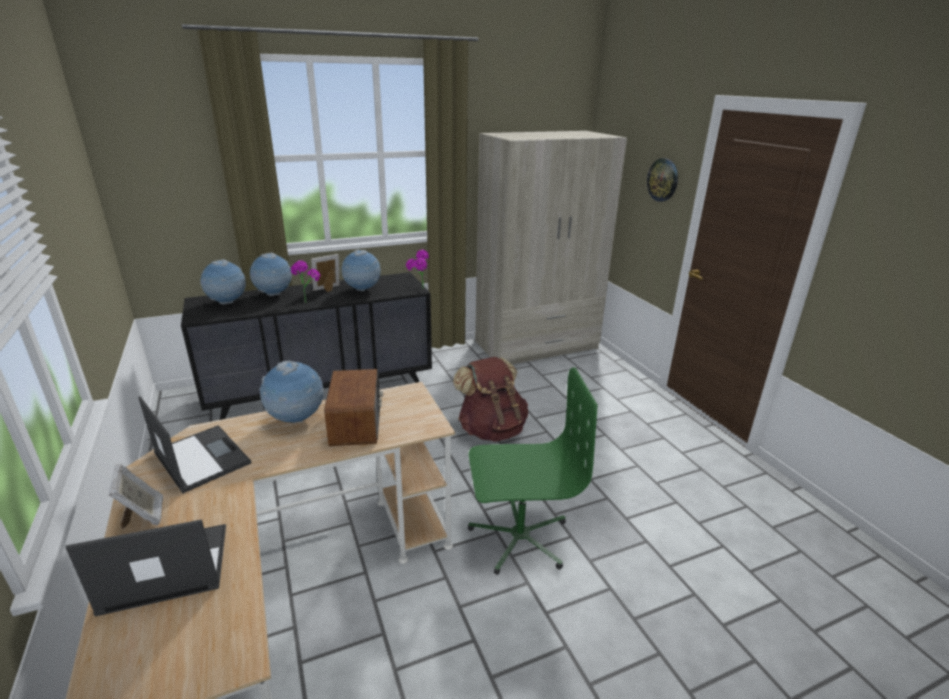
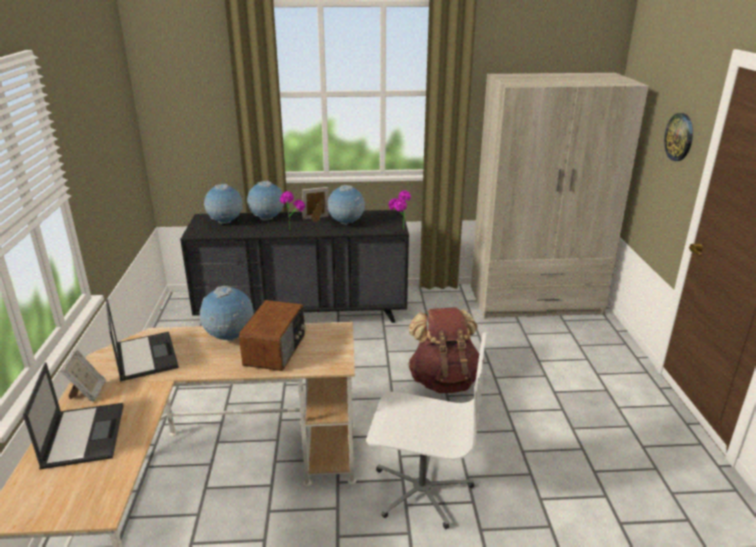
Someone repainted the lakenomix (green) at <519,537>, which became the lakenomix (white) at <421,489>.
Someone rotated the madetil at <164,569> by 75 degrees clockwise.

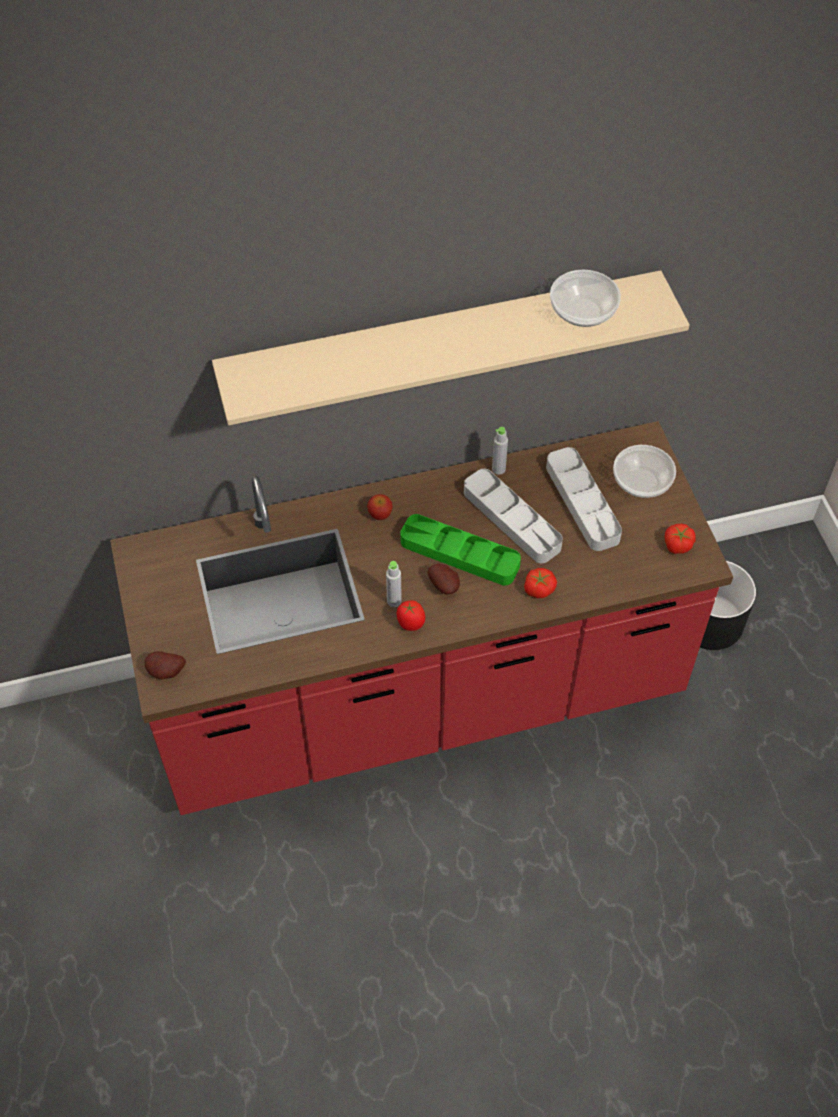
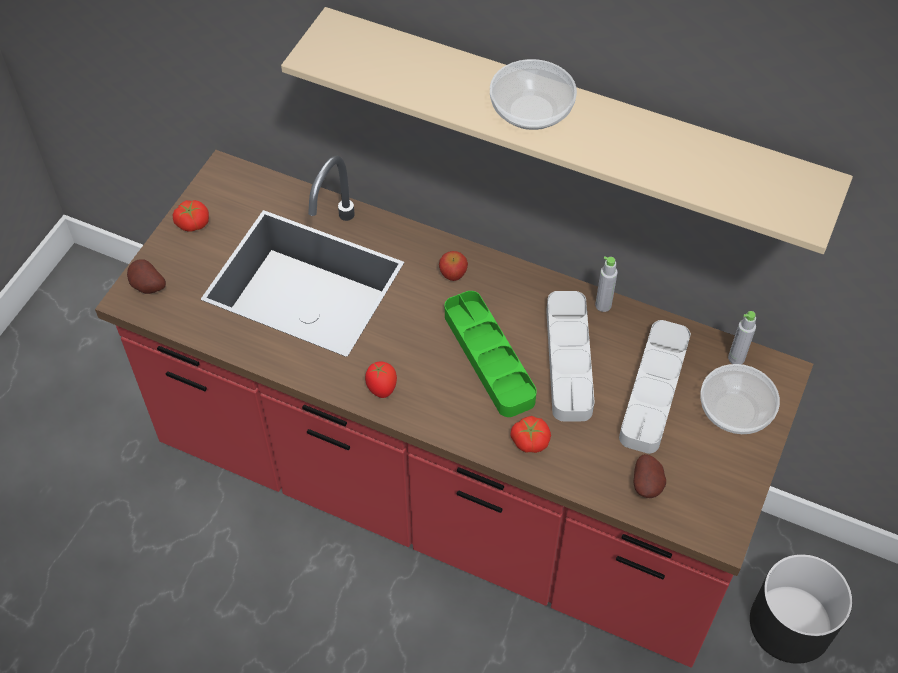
Someone carried the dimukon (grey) from <394,601> to <736,358>.
Someone carried the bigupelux from <445,586> to <648,485>.
Someone carried the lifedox from <583,311> to <532,111>.
Someone carried the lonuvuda from <677,544> to <192,222>.

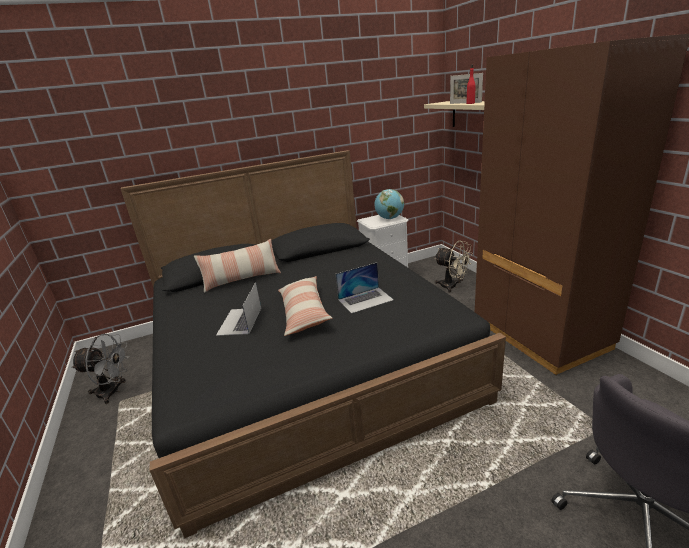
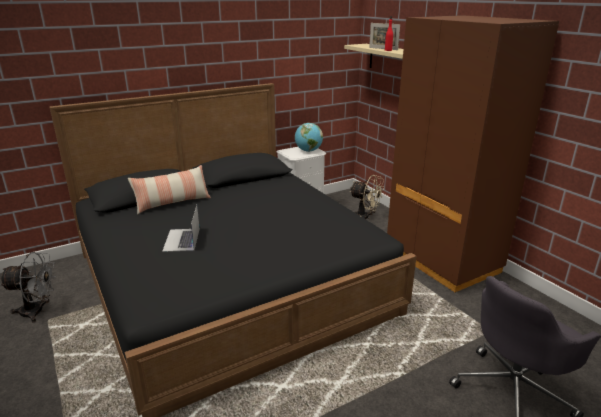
Someone took away the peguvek at <303,312>.
Someone took away the madetil at <365,300>.

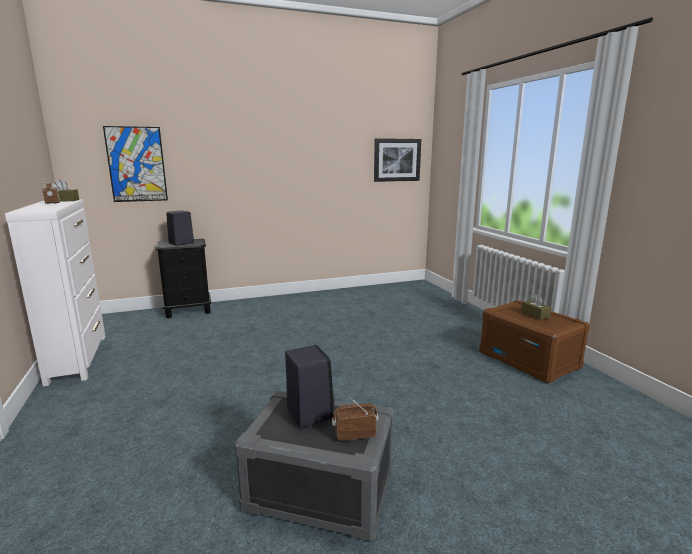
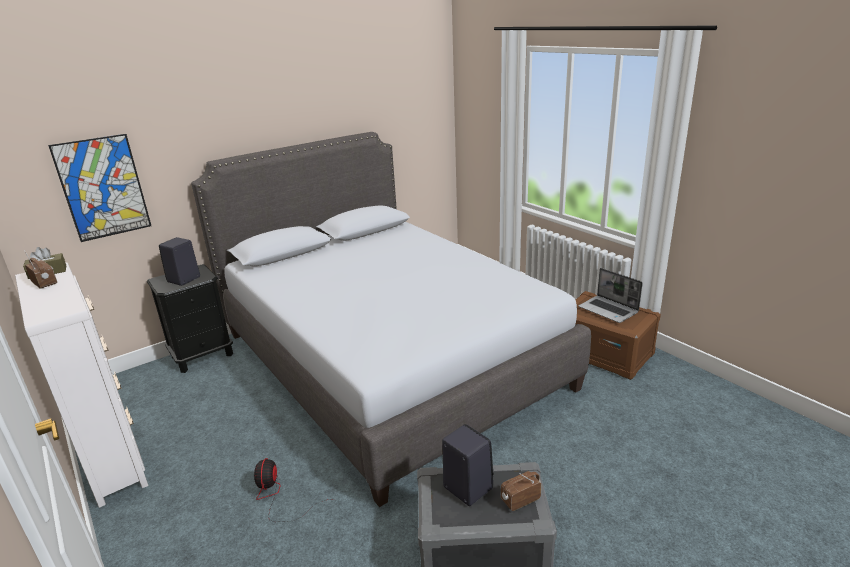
Someone took away the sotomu at <397,160>.
Someone put down the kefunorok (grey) at <388,360>.
Someone put down the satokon at <278,497>.
Someone swapped the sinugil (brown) at <535,314> for the madetil at <609,310>.

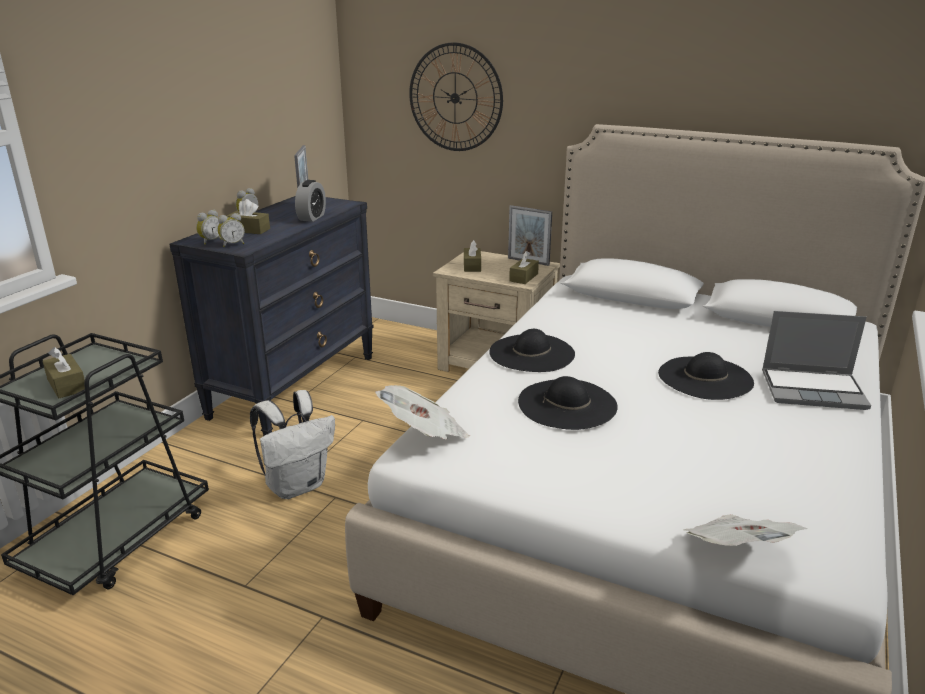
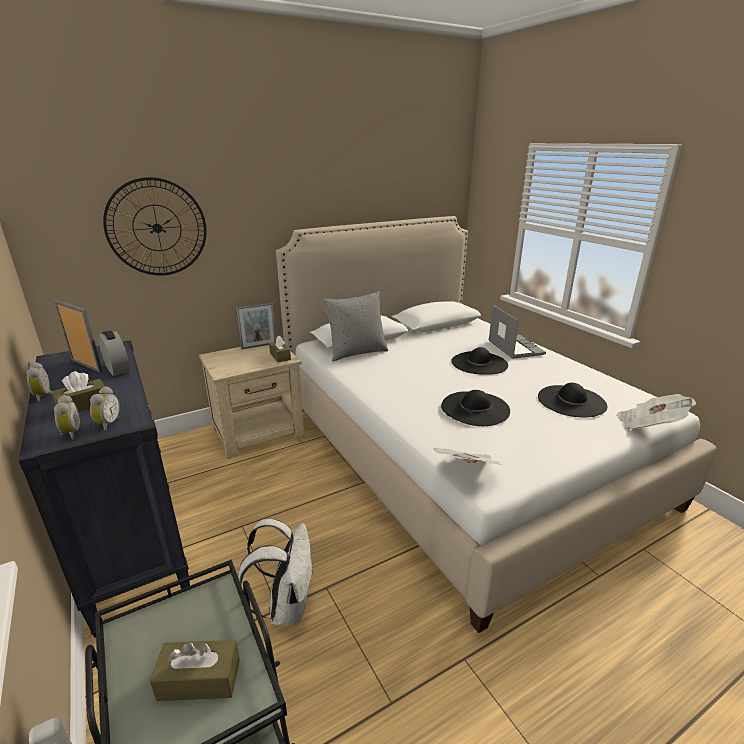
Someone took away the sinugil (brown) at <472,266>.
Someone put down the peguvek (grey) at <356,352>.
Someone carried the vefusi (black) from <532,353> to <571,401>.
Someone rotated the madetil at <813,390> by 60 degrees counterclockwise.

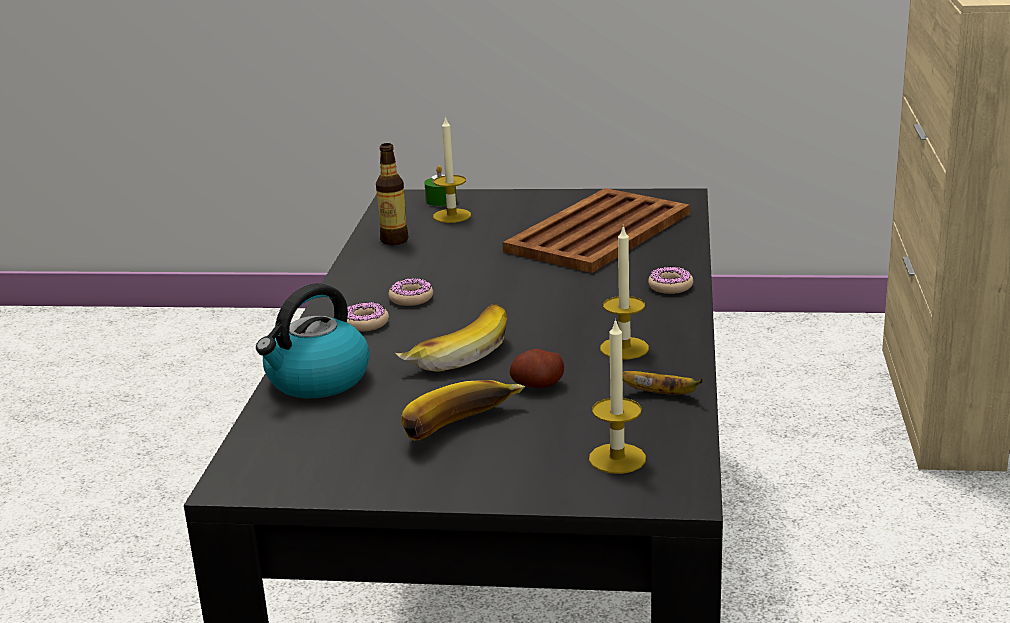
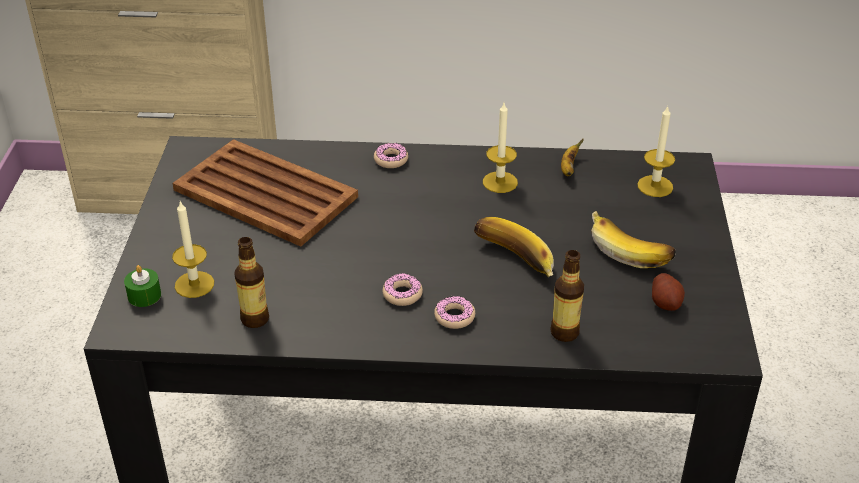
Someone carried the bigupelux from <538,385> to <666,302>.
Someone swapped the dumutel at <317,380> for the dimukon at <564,332>.

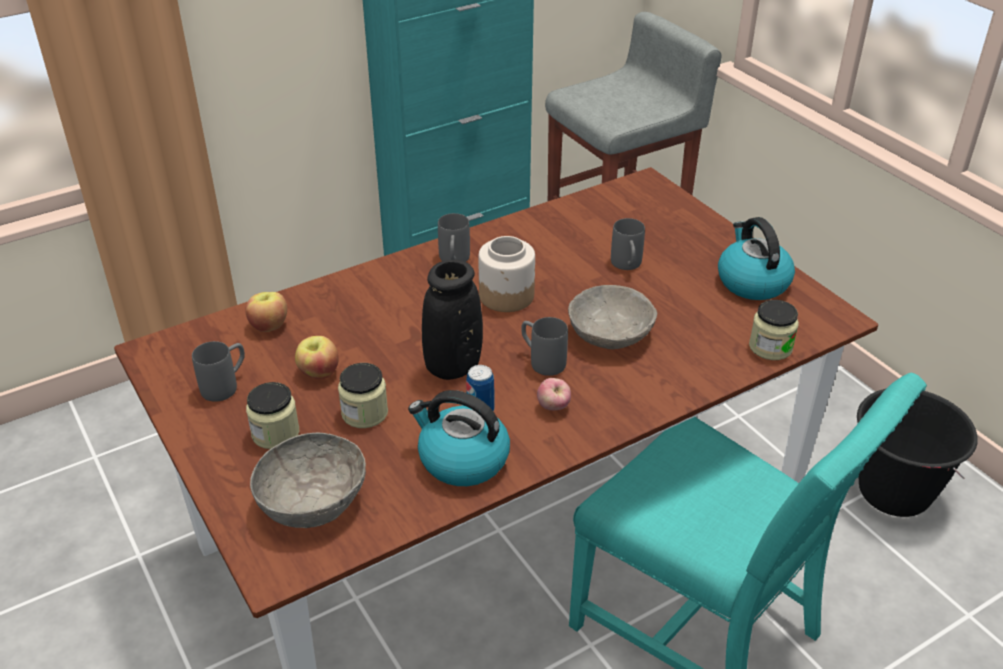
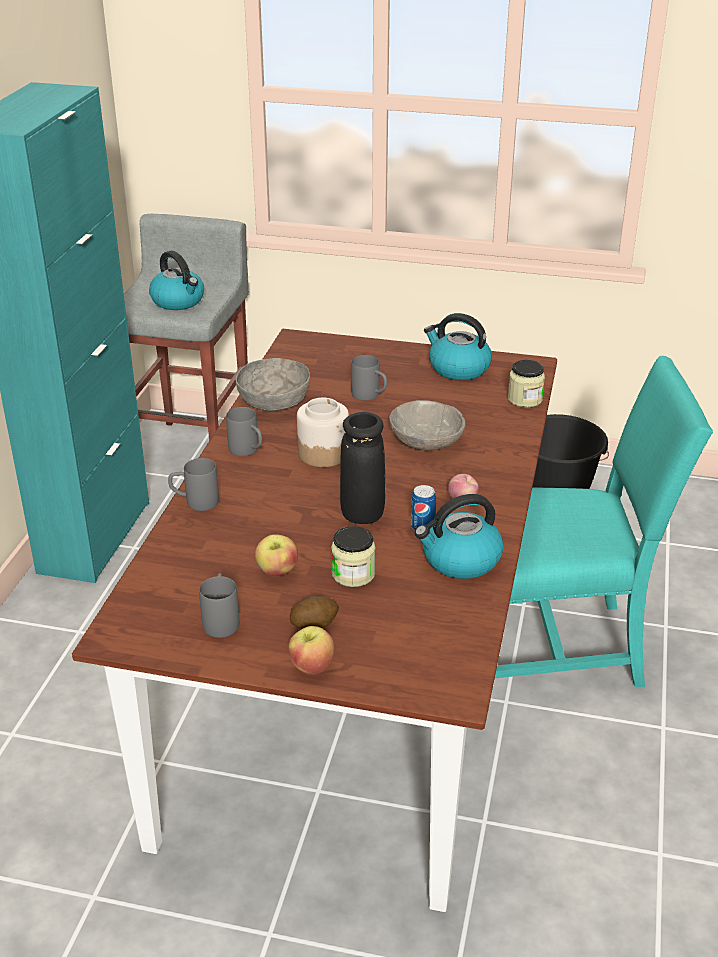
Someone put down the dumutel at <178,301>.
Someone carried the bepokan from <269,325> to <311,666>.
Someone carried the lifedox (grey) from <313,501> to <274,402>.
Someone carried the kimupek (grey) from <541,361> to <195,502>.
Someone swapped the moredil at <275,433> for the bigupelux at <314,623>.

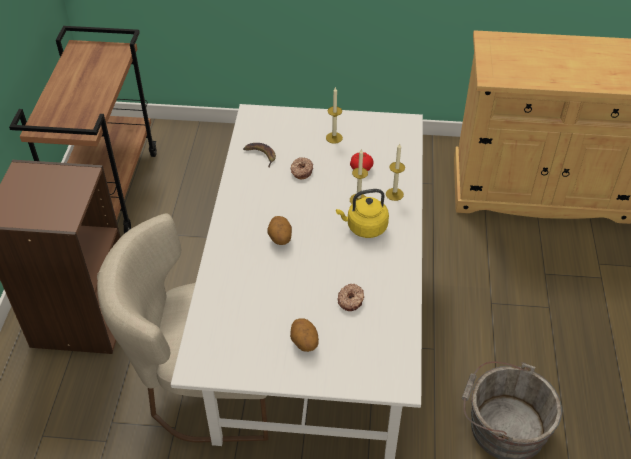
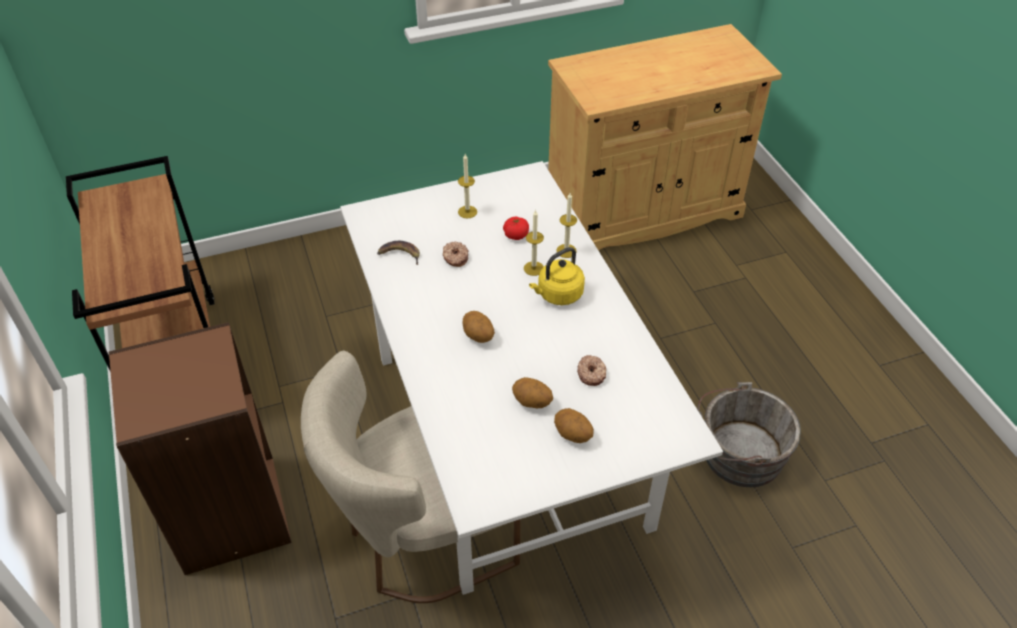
Someone put down the bigupelux at <531,402>.

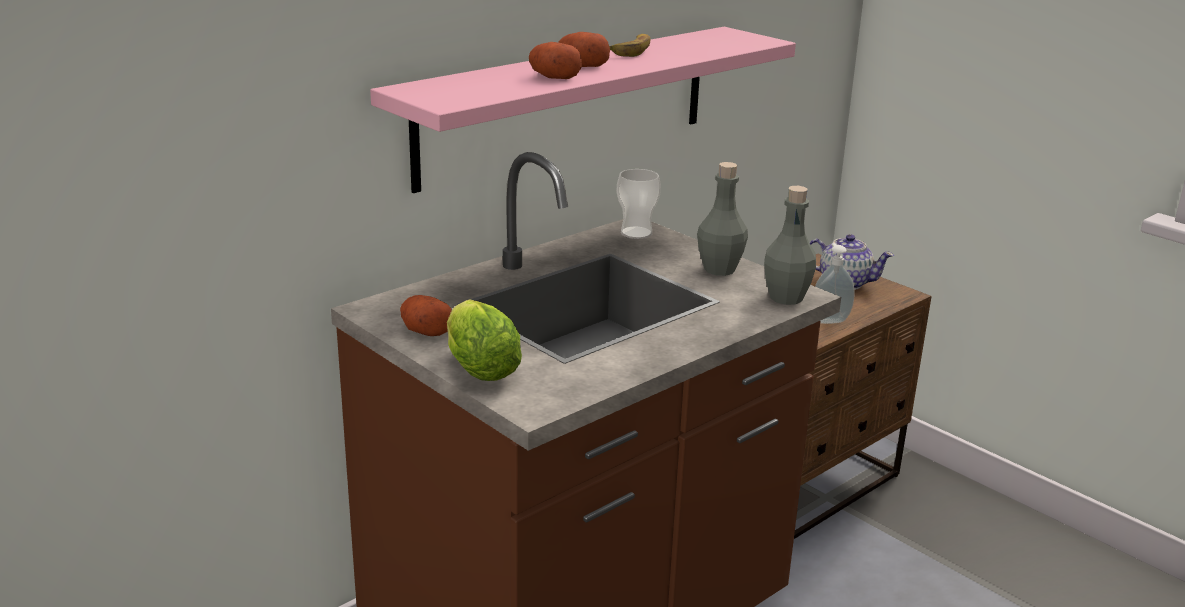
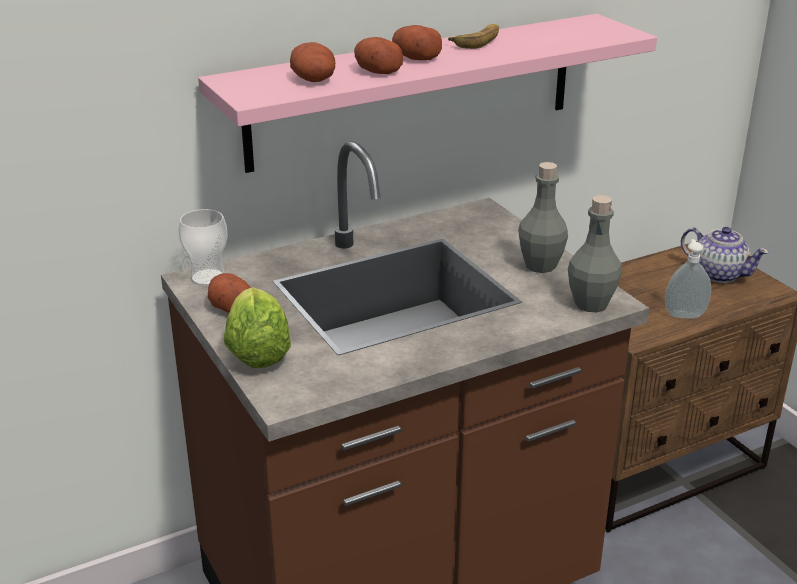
Someone put down the bigupelux at <314,80>.
Someone carried the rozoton from <636,233> to <207,278>.

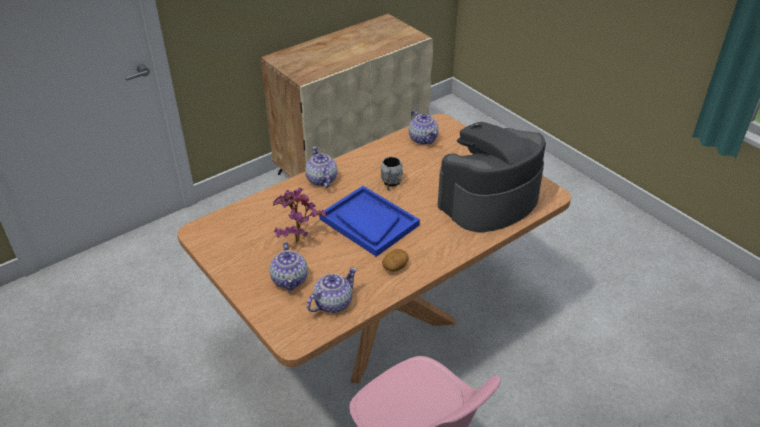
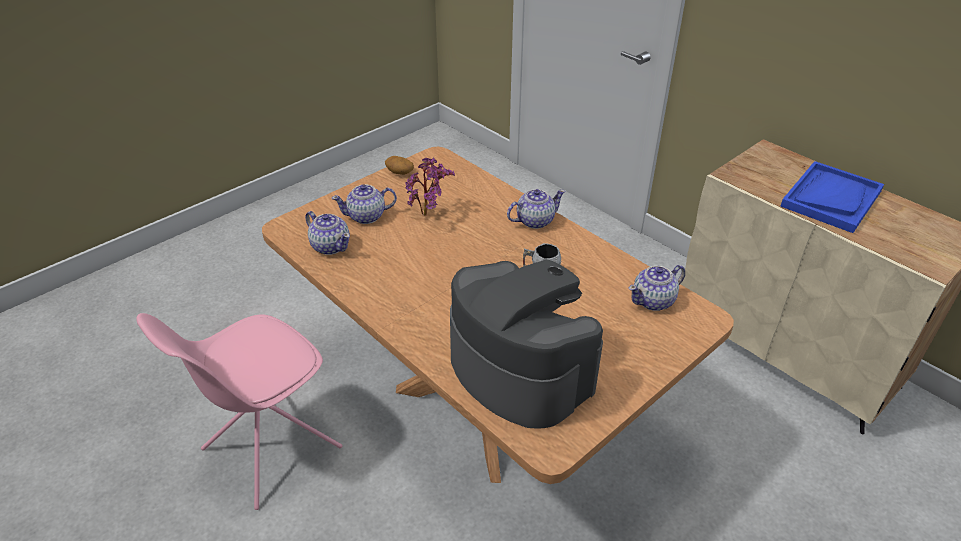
Someone carried the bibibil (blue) from <368,222> to <831,198>.
Someone carried the bigupelux from <395,266> to <399,172>.

